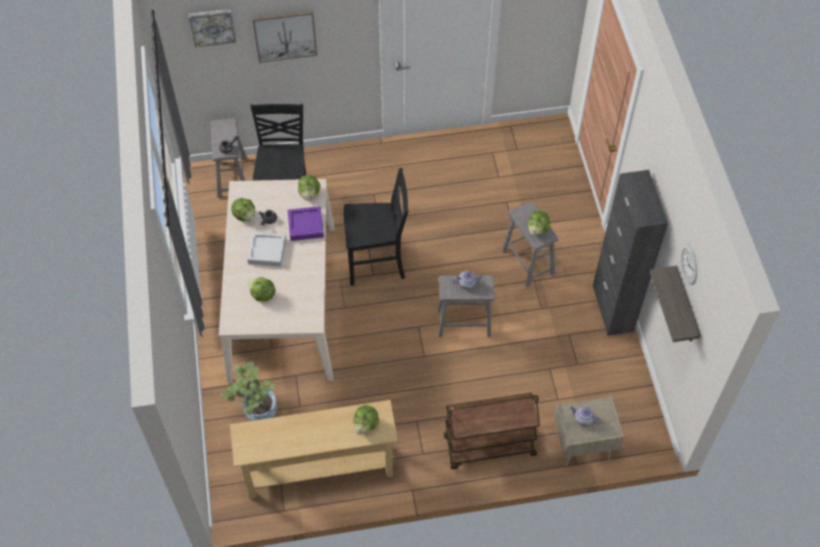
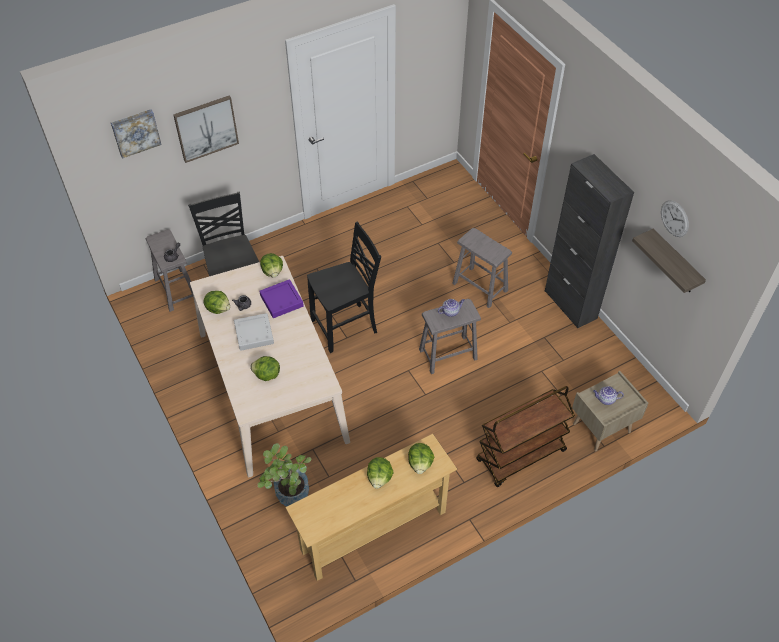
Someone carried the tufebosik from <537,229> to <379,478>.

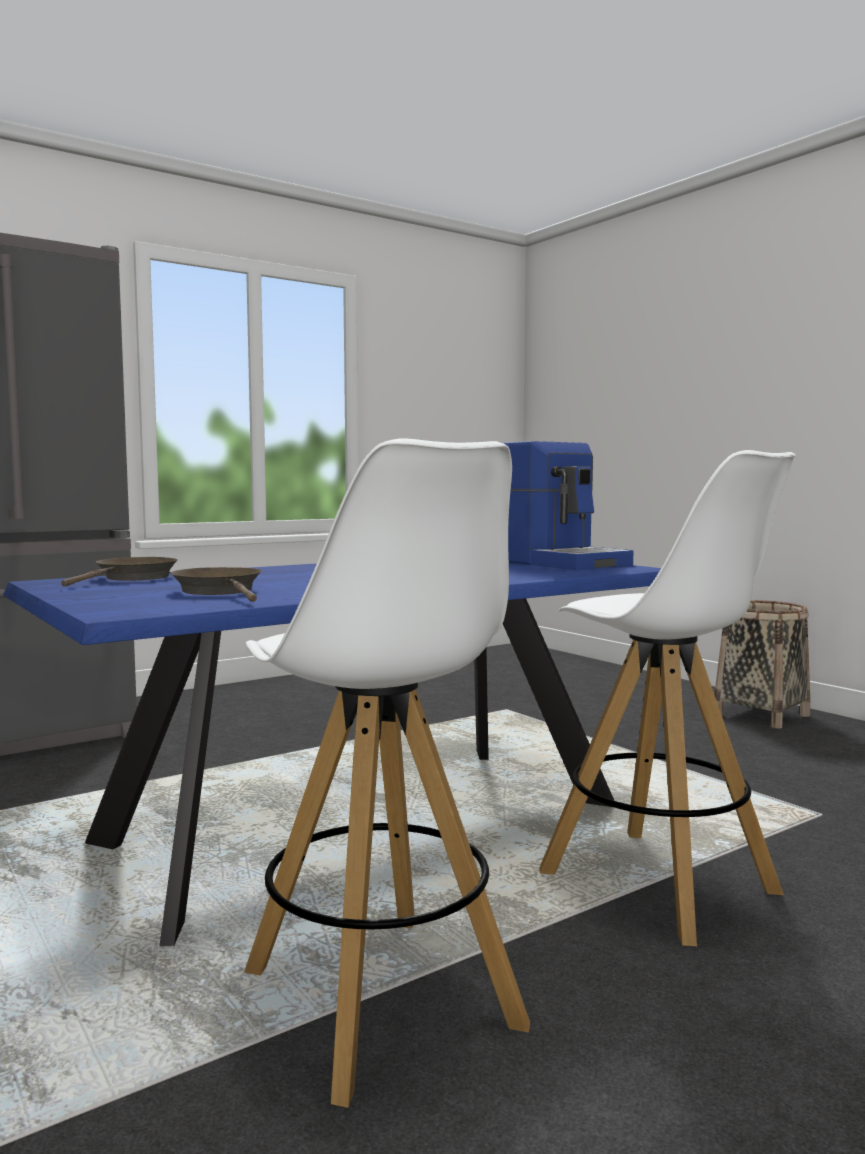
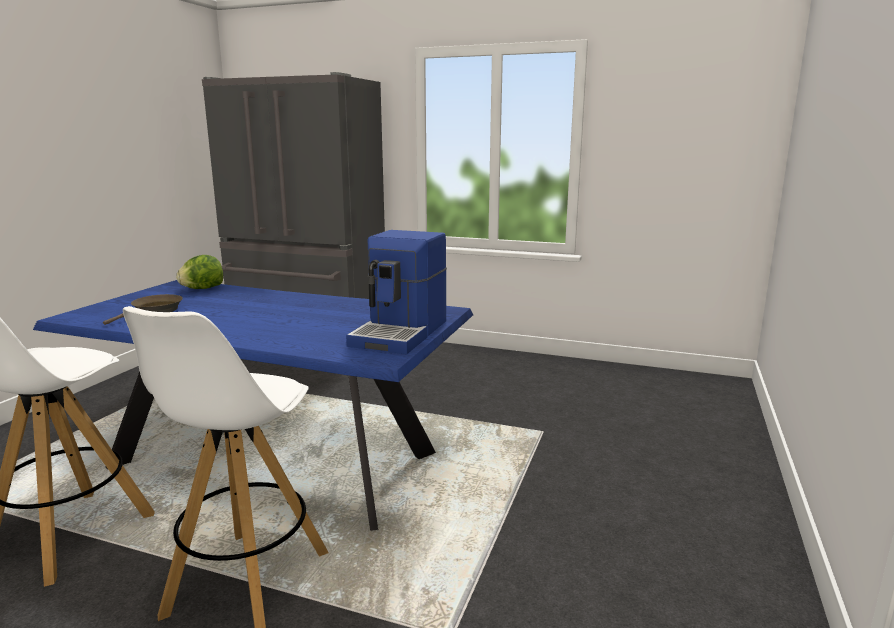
Someone took away the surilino at <761,715>.
Someone swapped the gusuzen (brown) at <132,578> for the tufebosik at <202,289>.

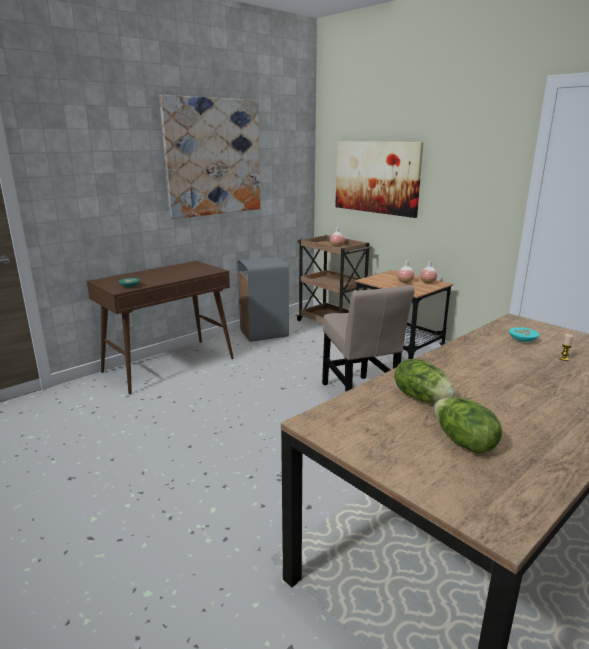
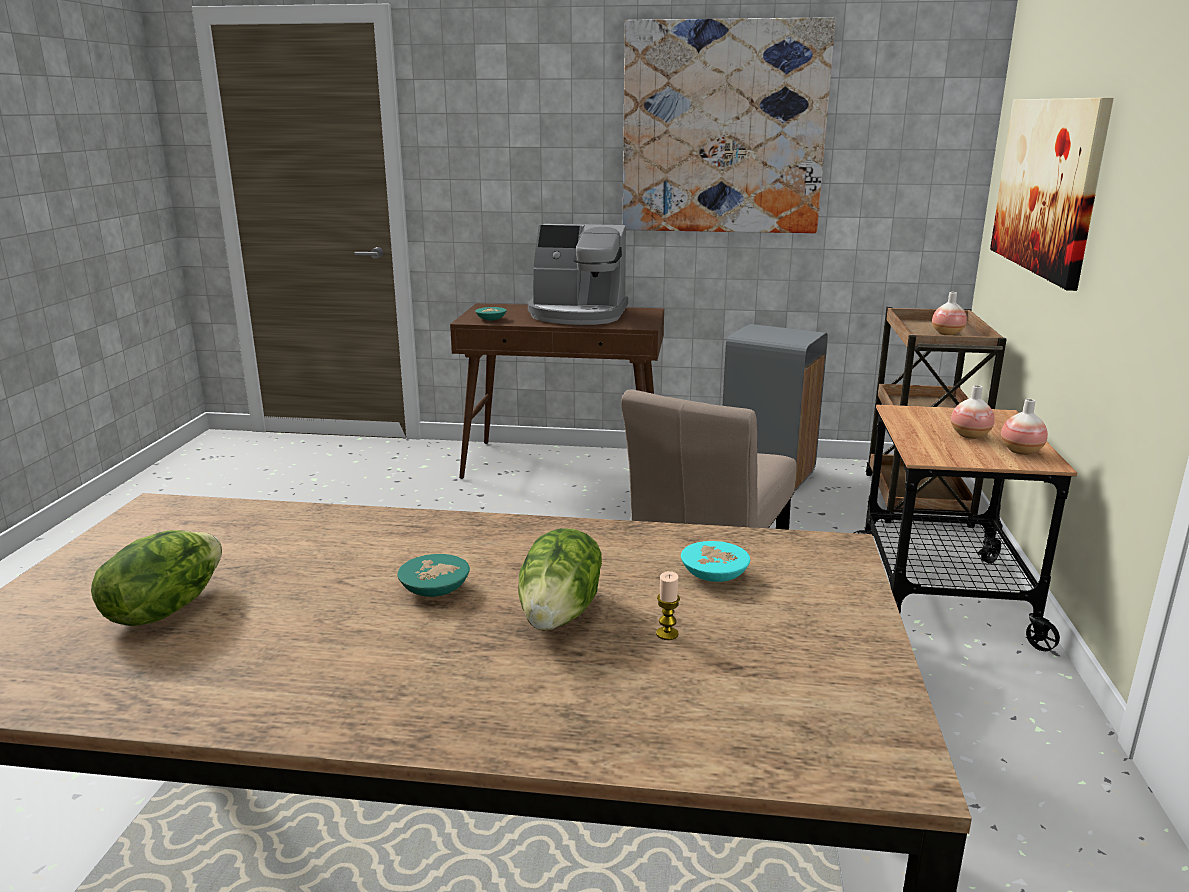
Someone put down the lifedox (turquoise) at <437,589>.
Someone put down the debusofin at <578,314>.
Someone carried the tufebosik from <421,397> to <561,613>.

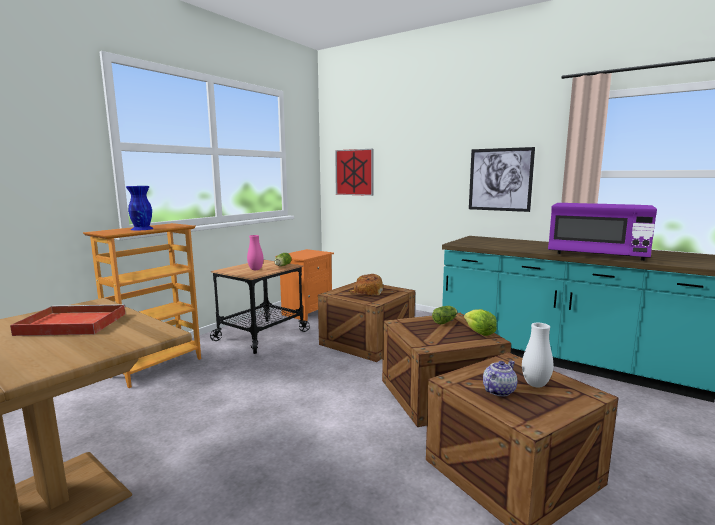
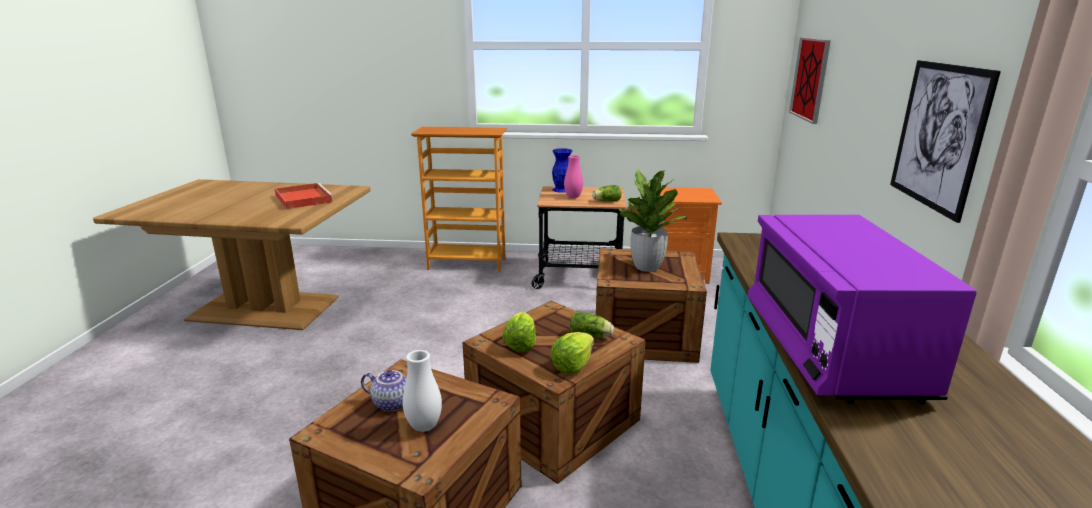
Someone put down the tufebosik at <521,344>.
Someone carried the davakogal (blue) from <142,229> to <562,189>.
Someone swapped the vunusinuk at <365,292> for the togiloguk at <646,267>.

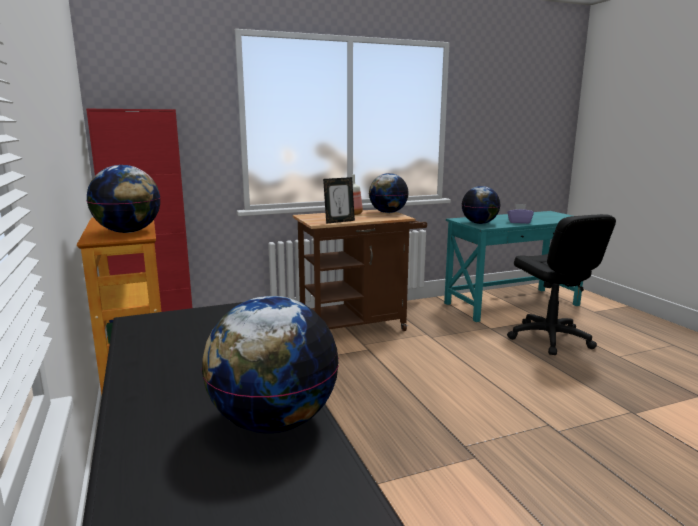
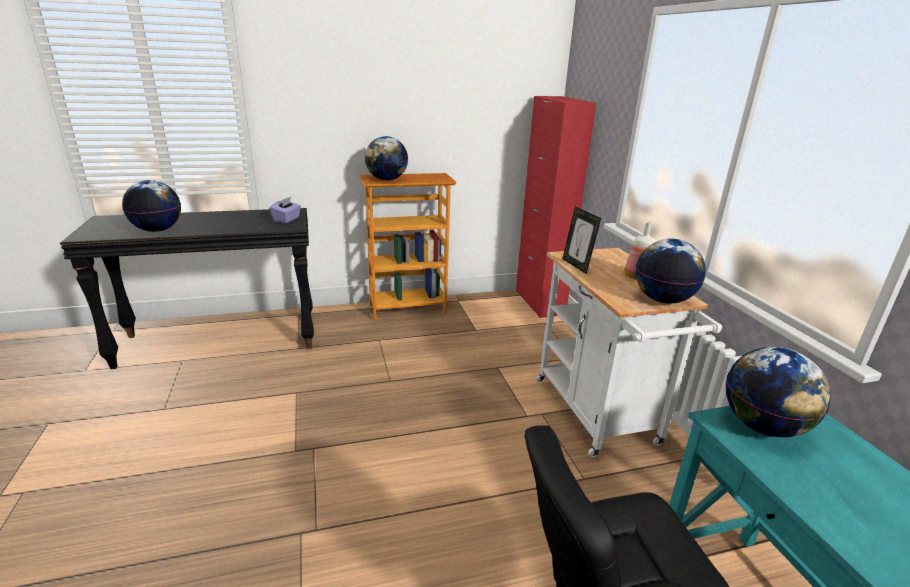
Someone carried the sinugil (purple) from <519,222> to <287,219>.
Someone repainted the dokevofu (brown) at <359,326>, which became the dokevofu (white) at <600,416>.

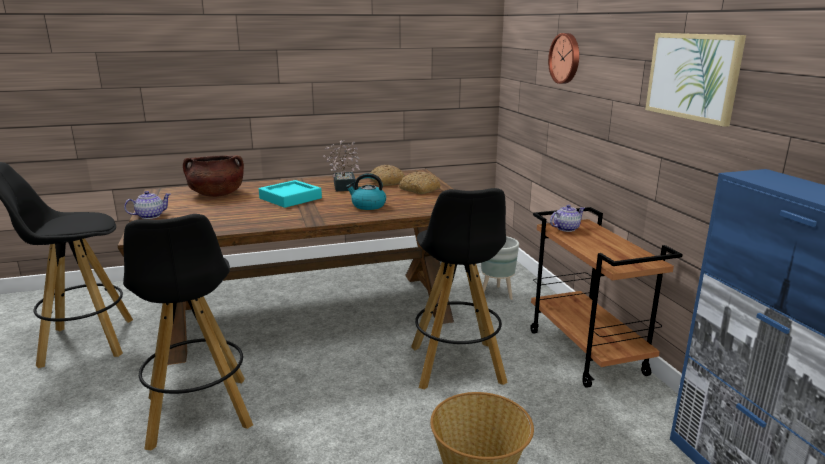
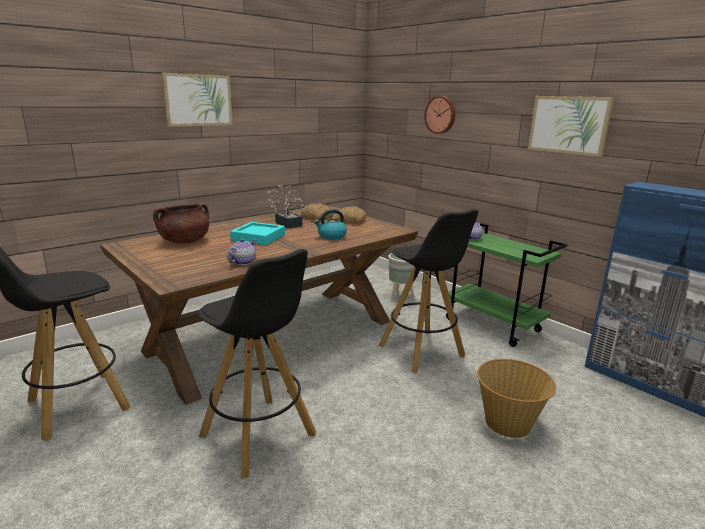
Someone put up the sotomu at <198,100>.
Someone carried the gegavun from <150,216> to <242,262>.
Someone repainted the dokevofu (brown) at <587,353>, which became the dokevofu (green) at <493,325>.

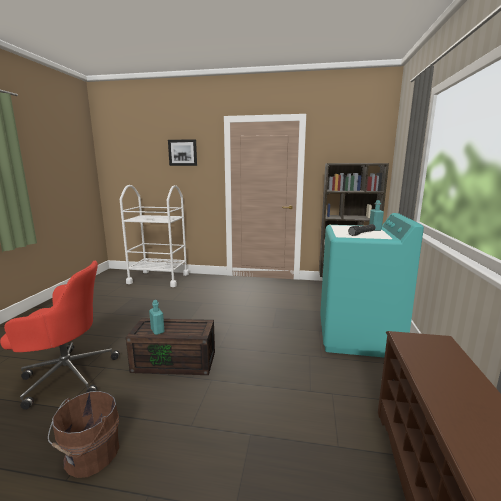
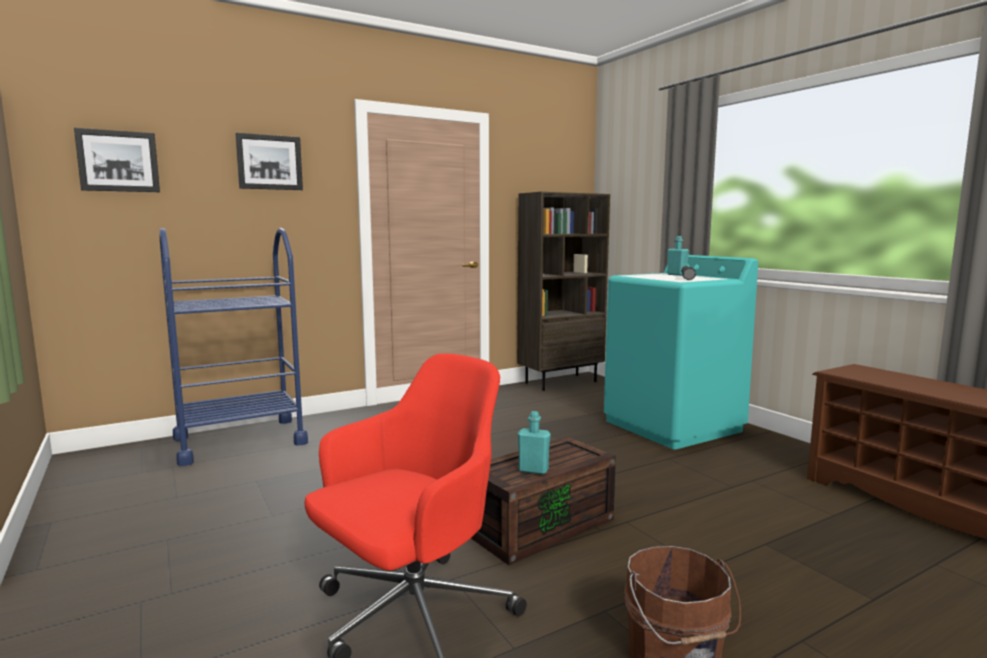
Someone put up the sotomu at <118,161>.
Someone repainted the dokevofu (white) at <159,278>, which became the dokevofu (blue) at <240,441>.

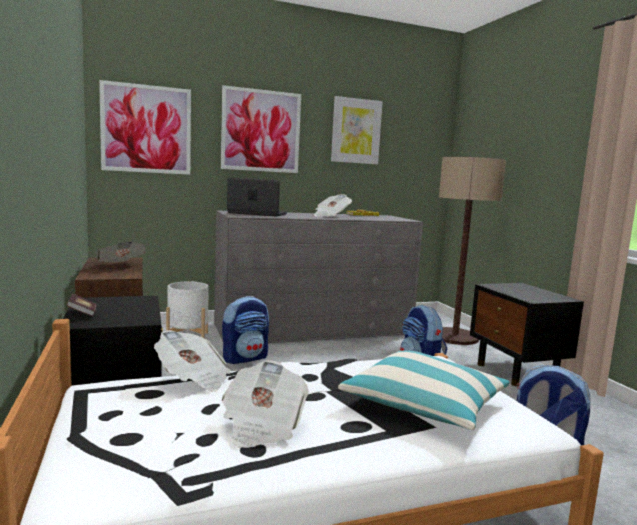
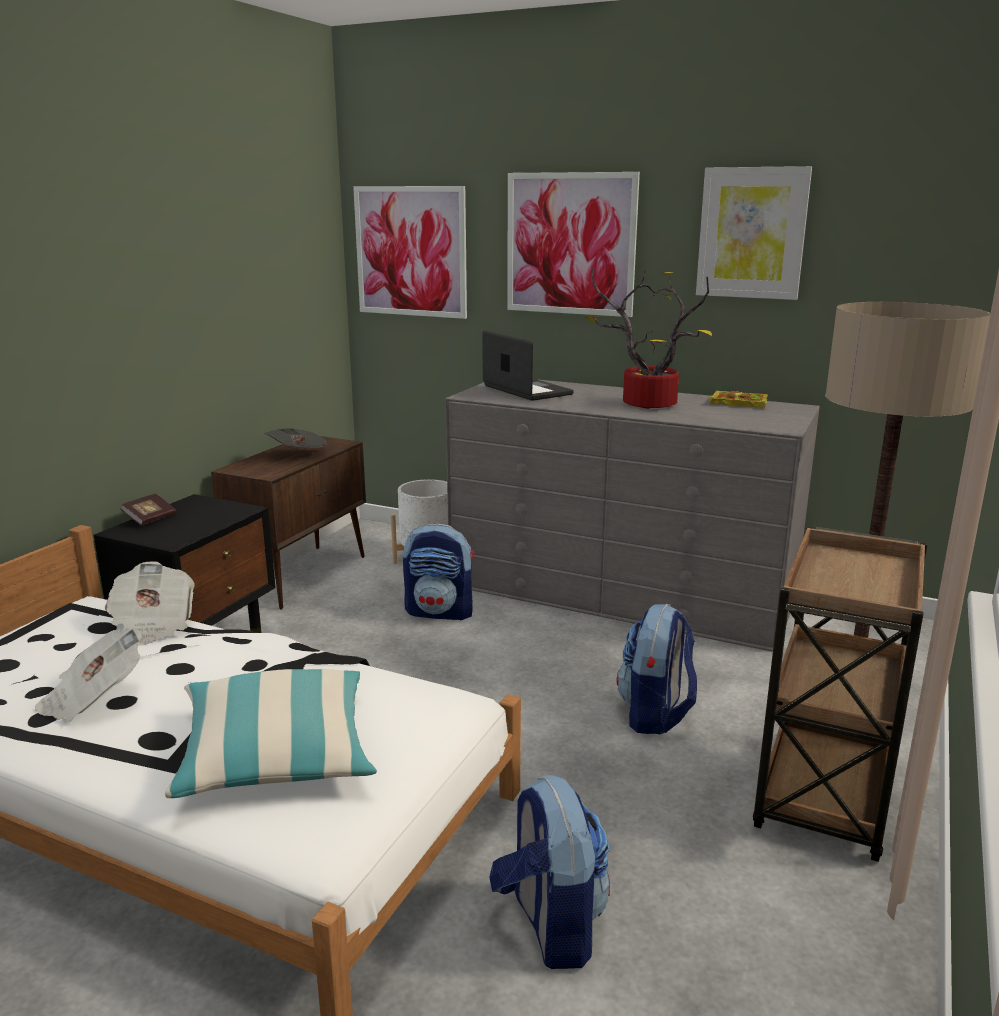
Someone swapped the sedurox at <330,216> for the togiloguk at <644,404>.
Someone swapped the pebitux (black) at <517,373> for the dokevofu (brown) at <824,796>.

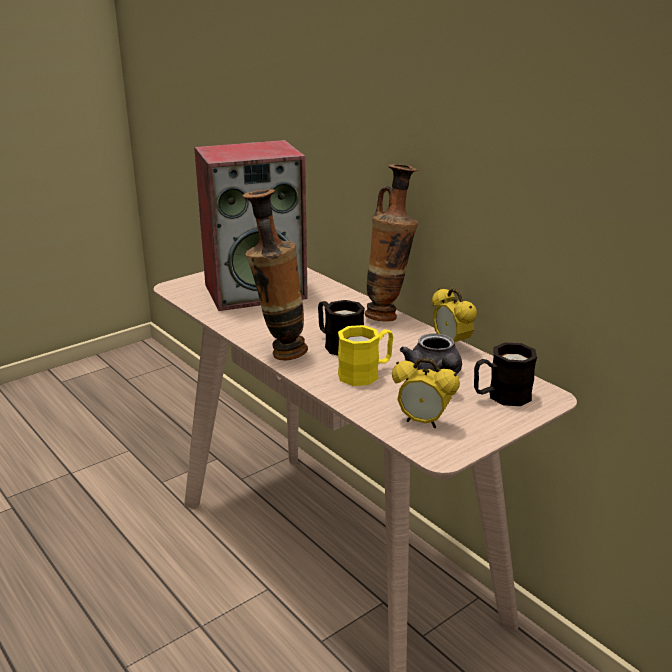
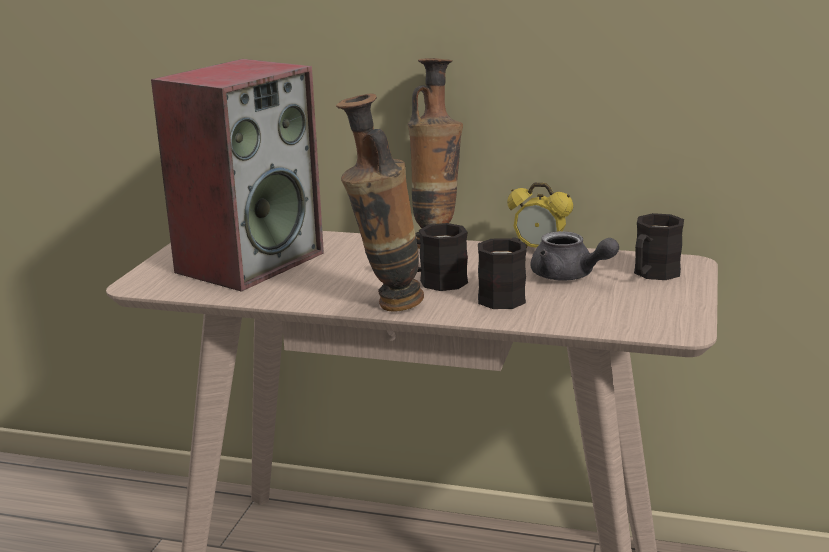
Someone took away the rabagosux at <422,422>.
Someone repainted the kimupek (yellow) at <366,373>, which became the kimupek (black) at <505,295>.

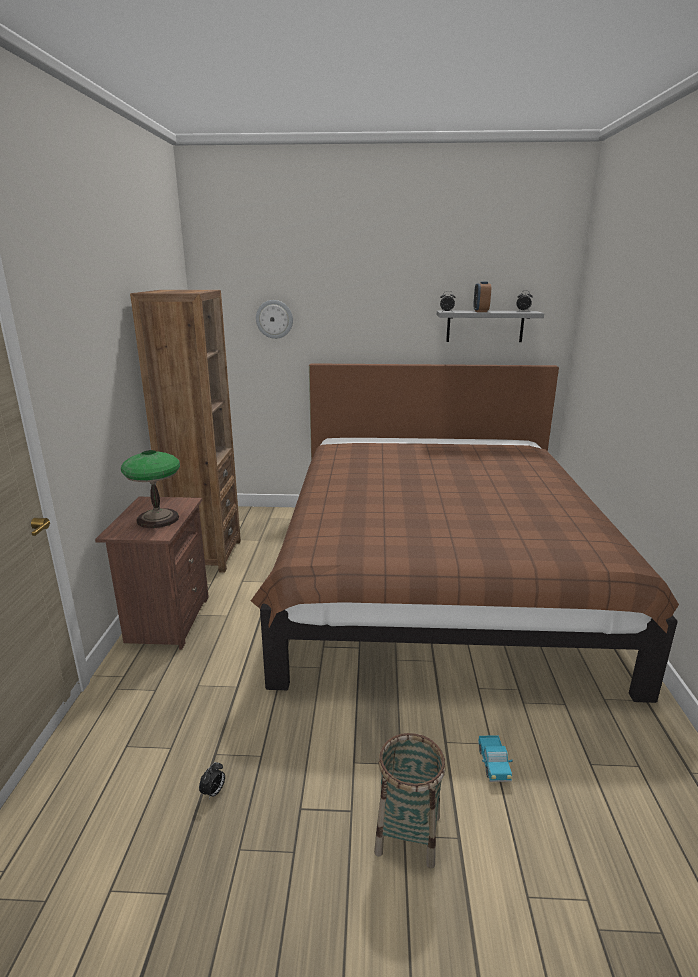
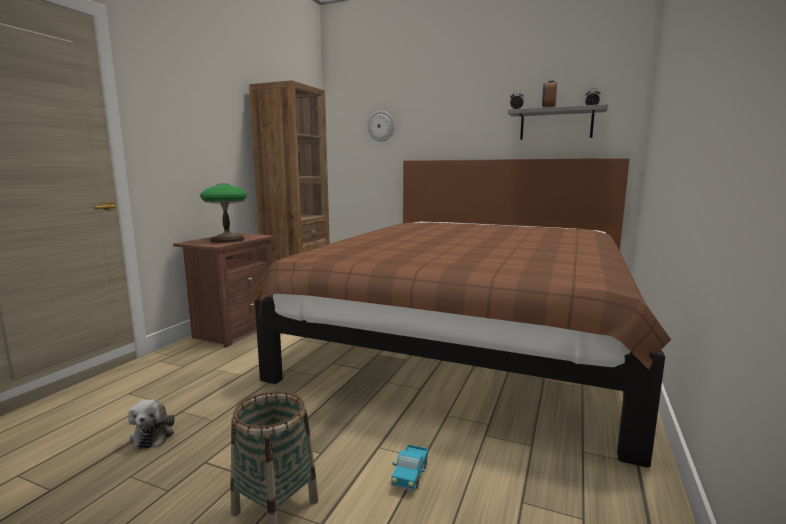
Someone swapped the rabagosux at <213,792> for the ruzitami at <154,434>.

